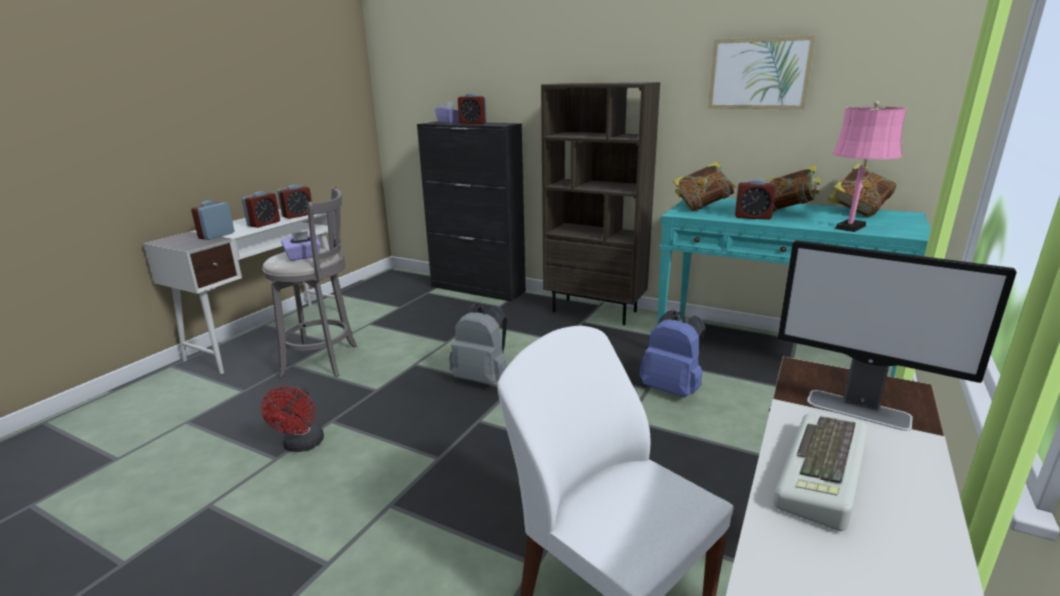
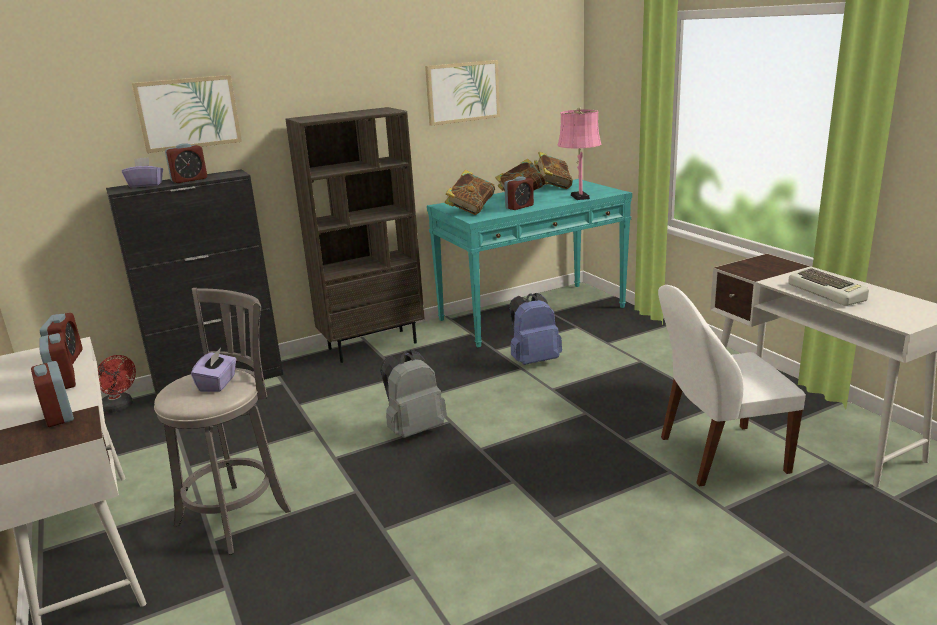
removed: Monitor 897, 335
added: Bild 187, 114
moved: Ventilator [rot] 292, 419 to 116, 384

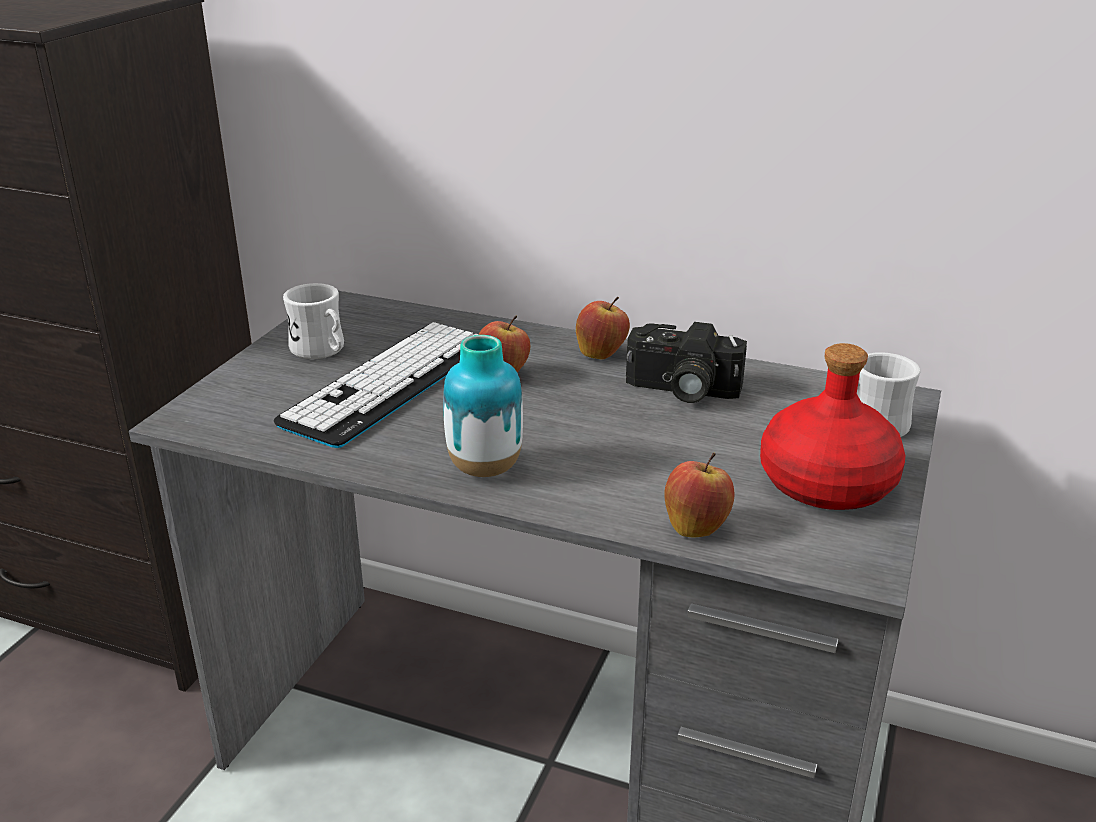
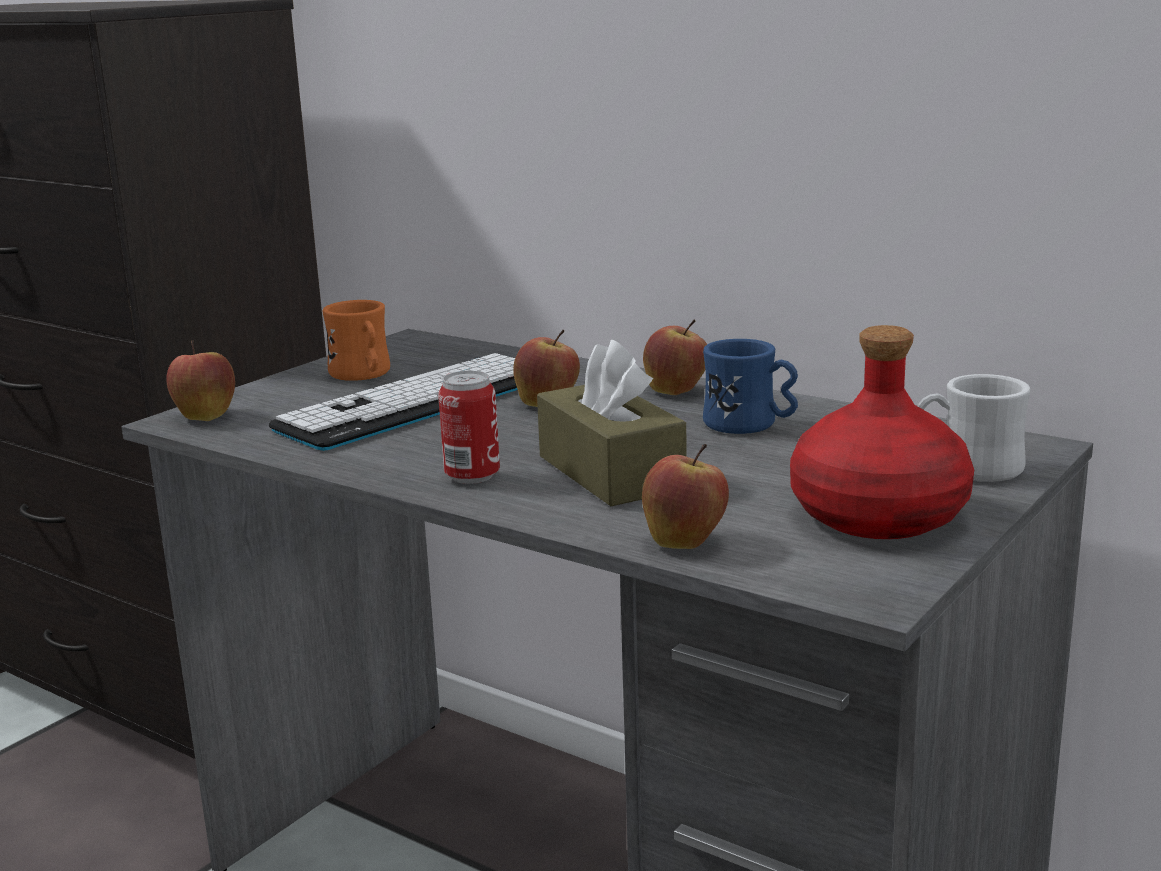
added: Apfel 200, 380; Taschentuchbox [braun] 612, 423
replaced: Vase 483, 406 to Dose 469, 427; Kamera 686, 362 to Henkelbecher [blau] 750, 386
recoloured: Henkelbecher [weiß] 313, 321 to Henkelbecher [orange] 356, 340

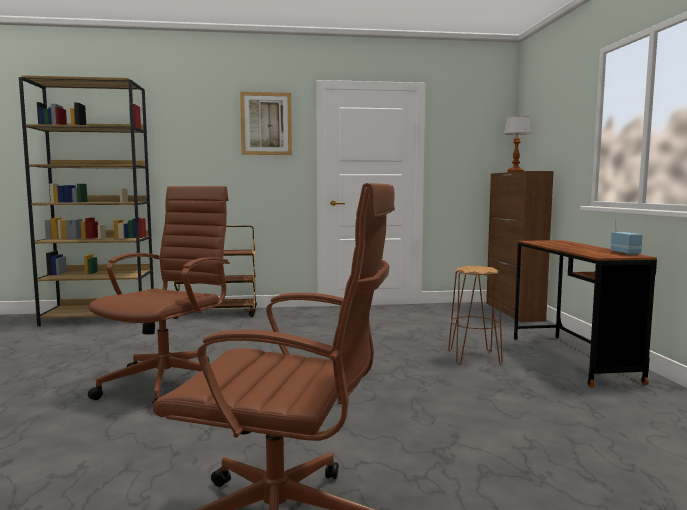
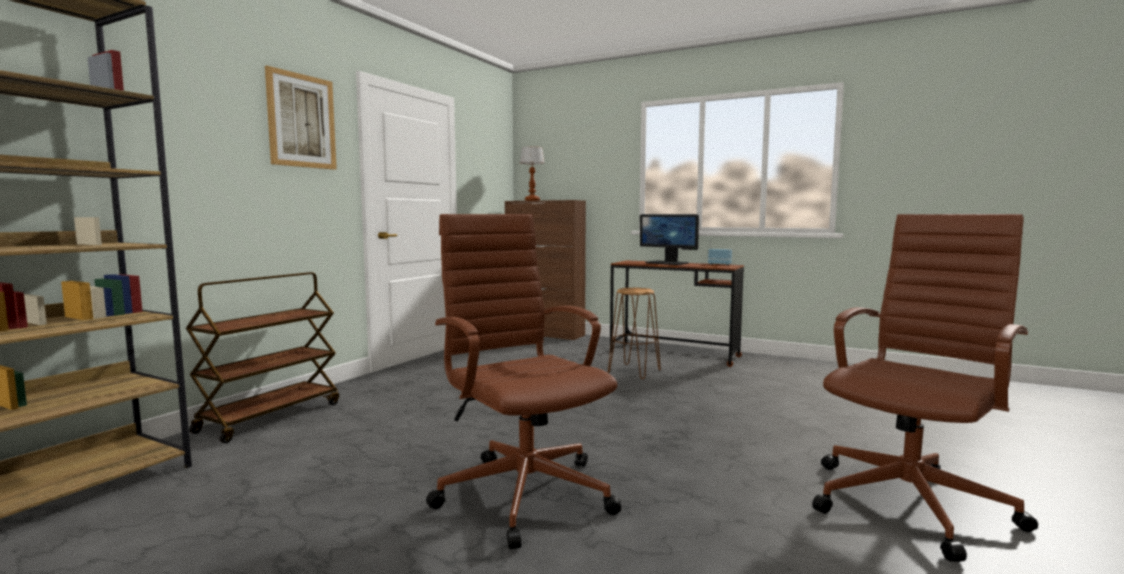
added: Monitor 669, 239

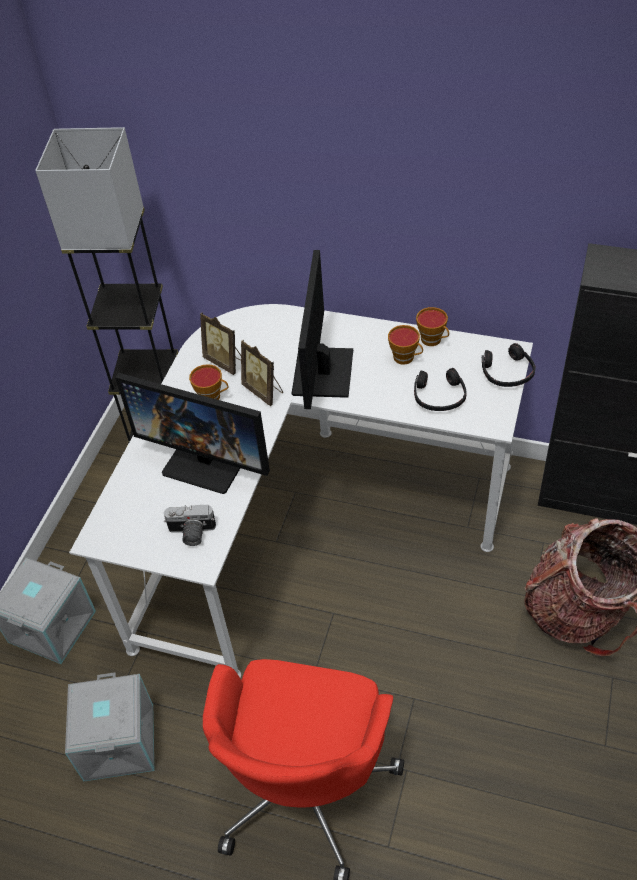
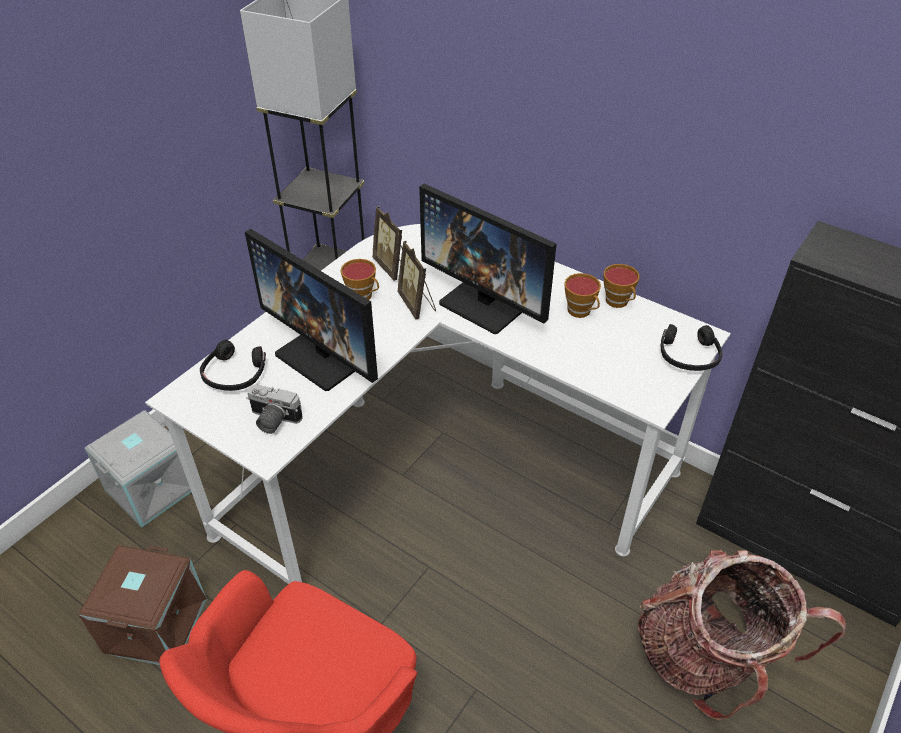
moved: Kopfhörer [schwarz] 440, 389 to 233, 365
recoloured: Aufbewahrungsbox [grau] 109, 727 to Aufbewahrungsbox [braun] 142, 605
turned: Monitor 322, 329 = 488, 259 75 degrees counterclockwise

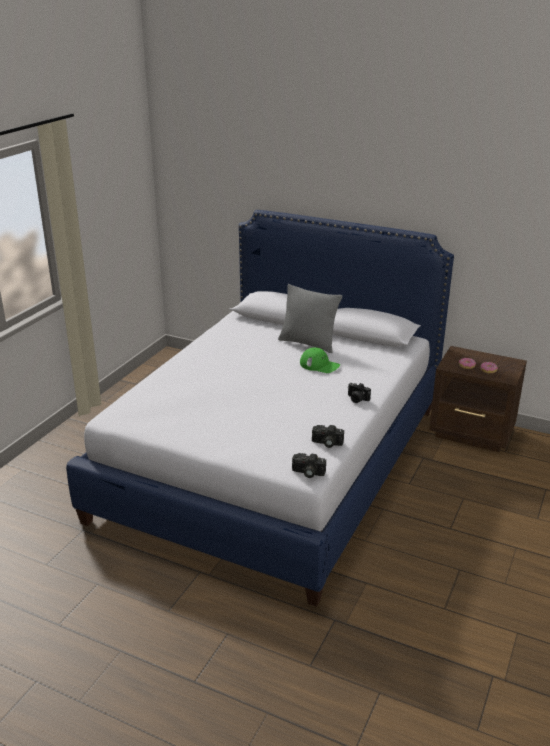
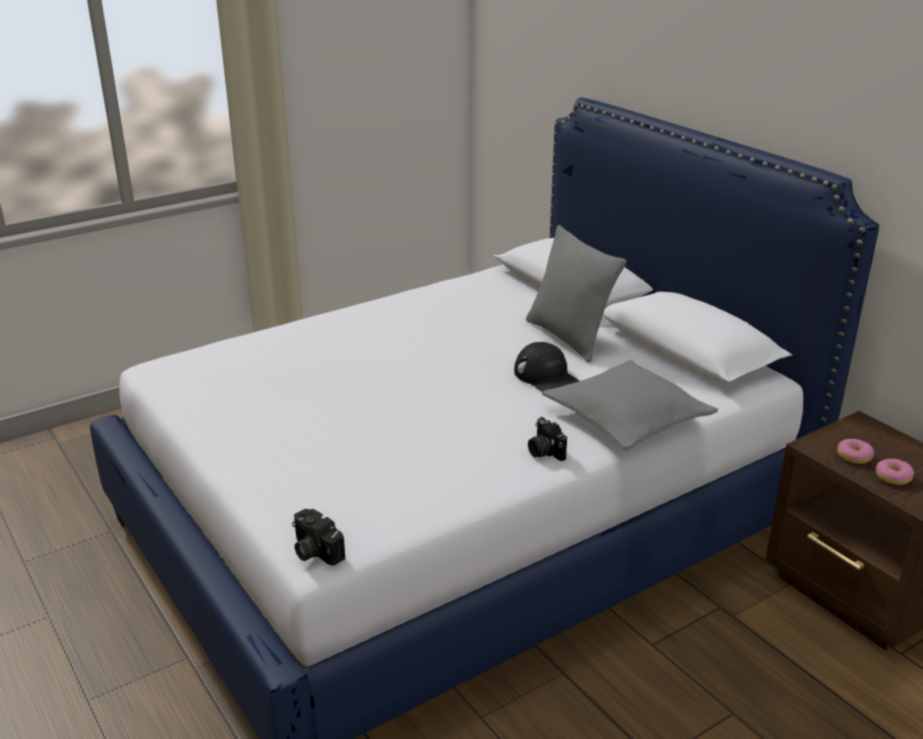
removed: Kamera 328, 436
added: Kissen [grau] 630, 405
recoloured: Kappe [grün] 320, 360 to Kappe [schwarz] 546, 367

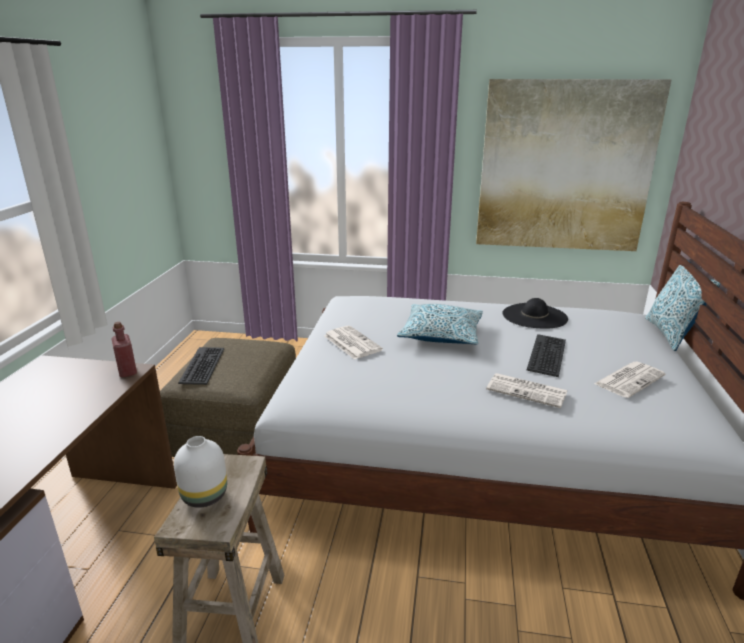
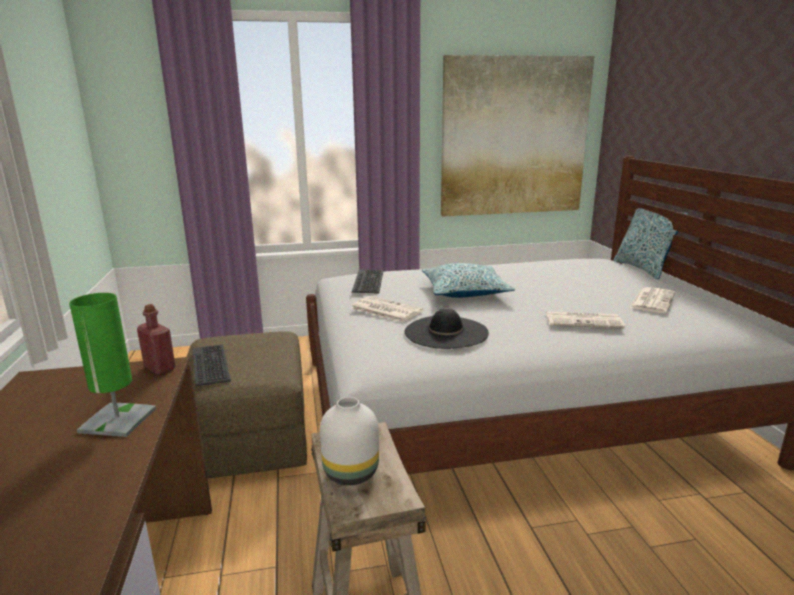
added: Tischlampe [grün] 112, 365
moved: Hut [schwarz] 535, 313 to 446, 328; Tastatur 546, 355 to 367, 281

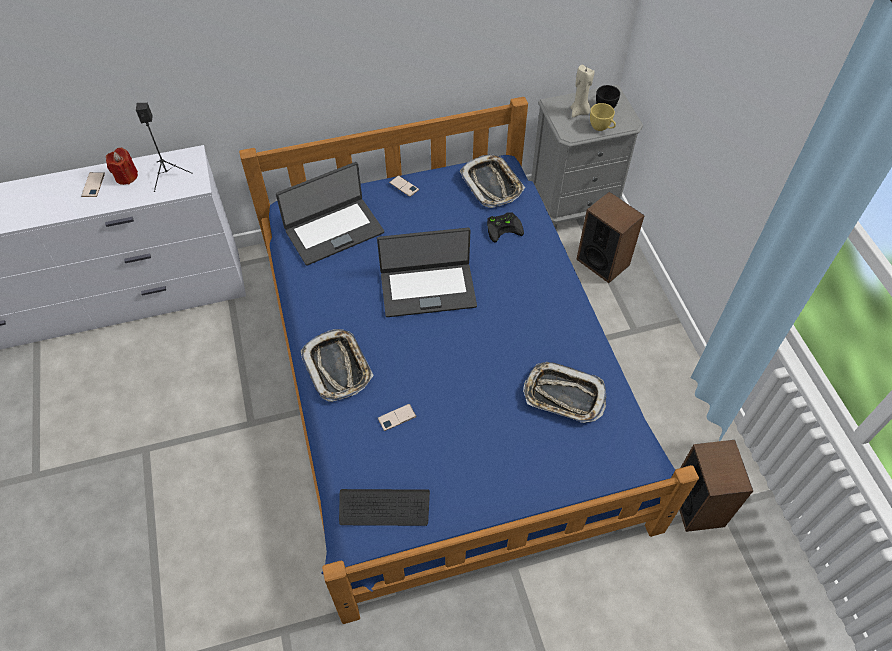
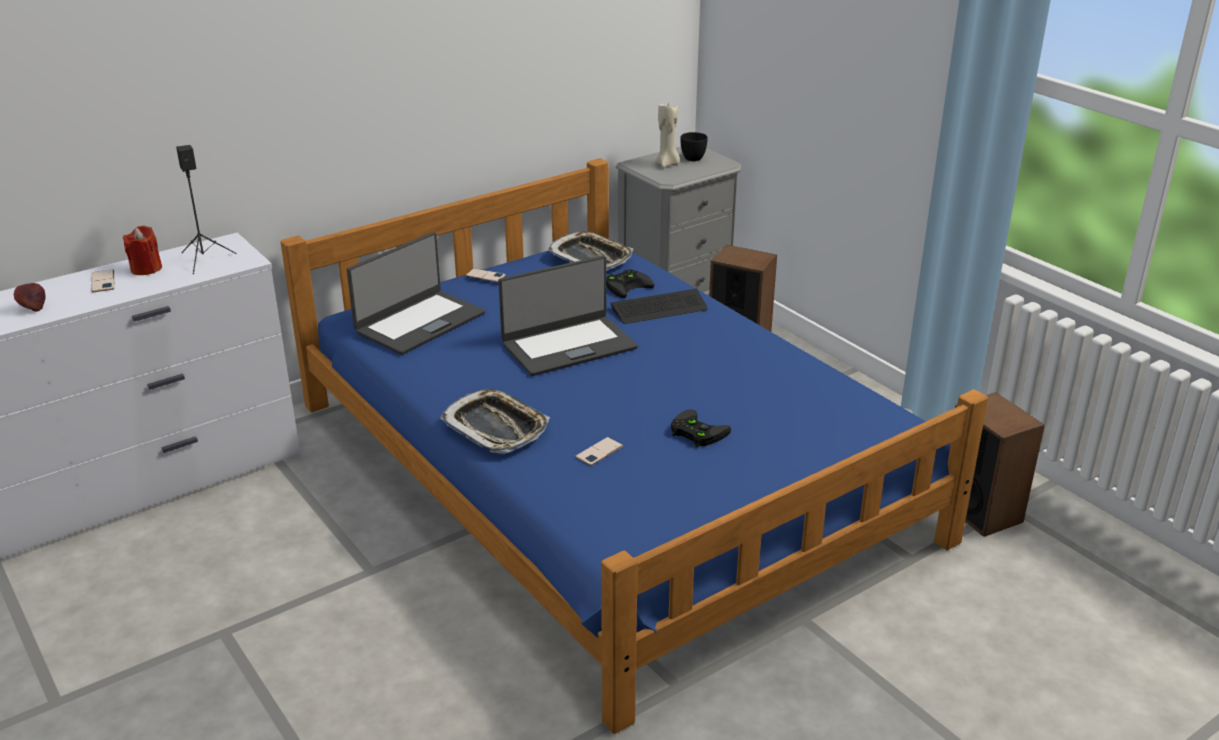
removed: Tablett 564, 392; Tasse [gelb] 603, 117
added: Apfel 29, 297; Gamepad [schwarz] 701, 428
moved: Tastatur 384, 507 to 659, 306

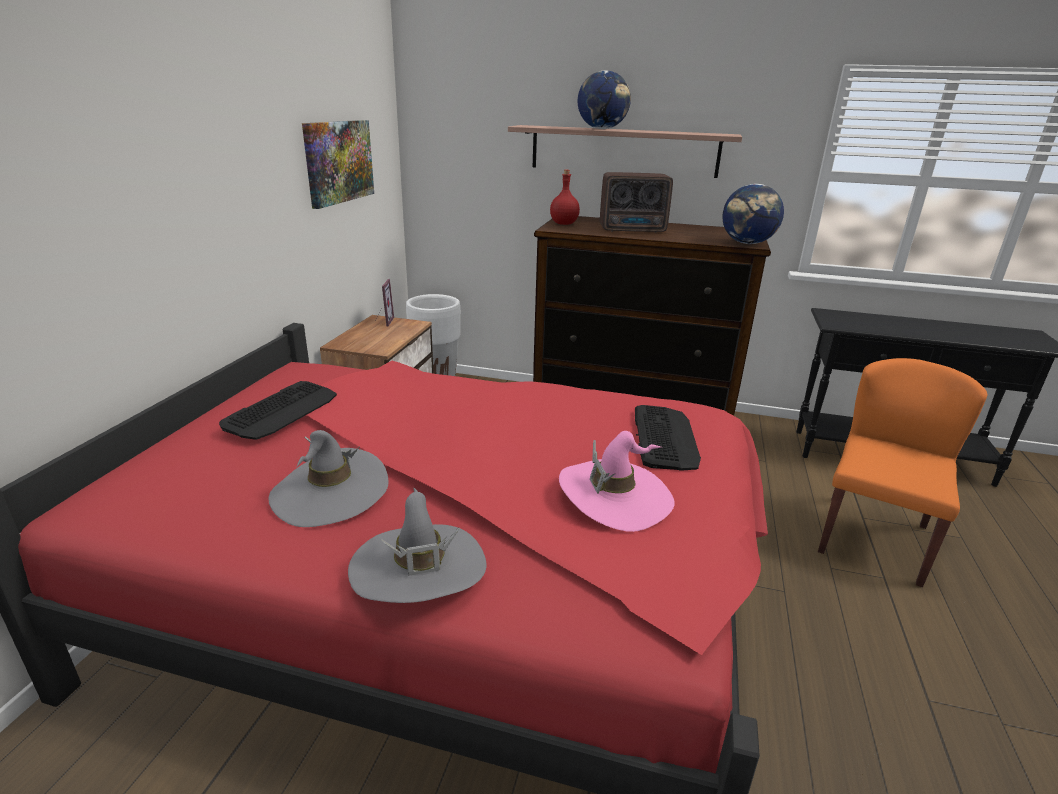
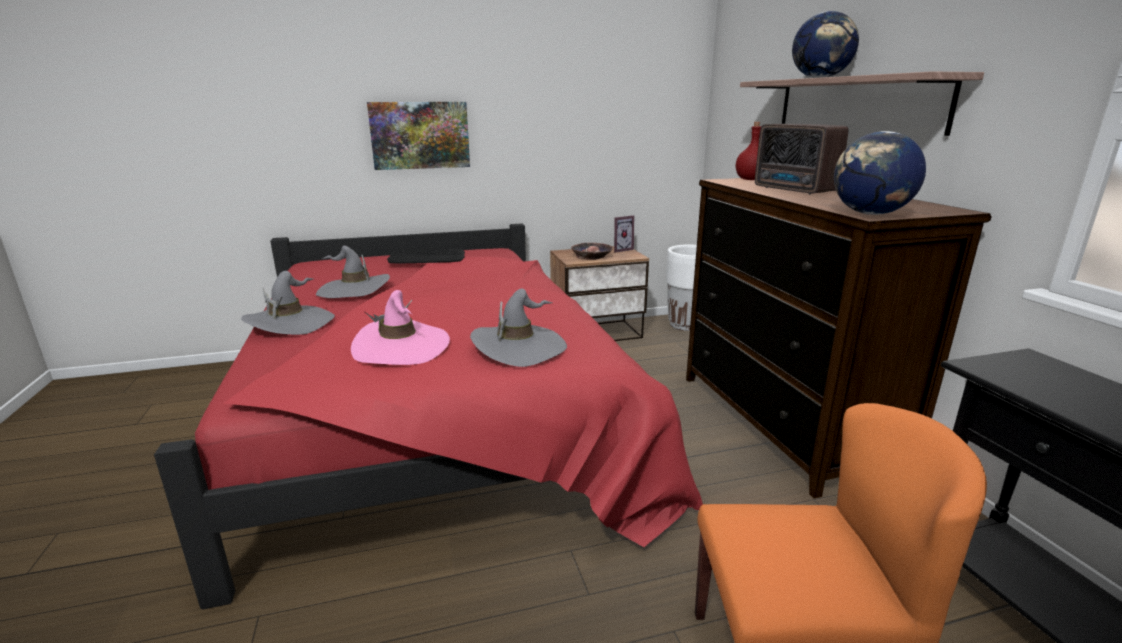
added: Schüssel 592, 251
moved: Bild 338, 164 to 418, 136
replaced: Tastatur 668, 438 to Hut [grau] 518, 328

